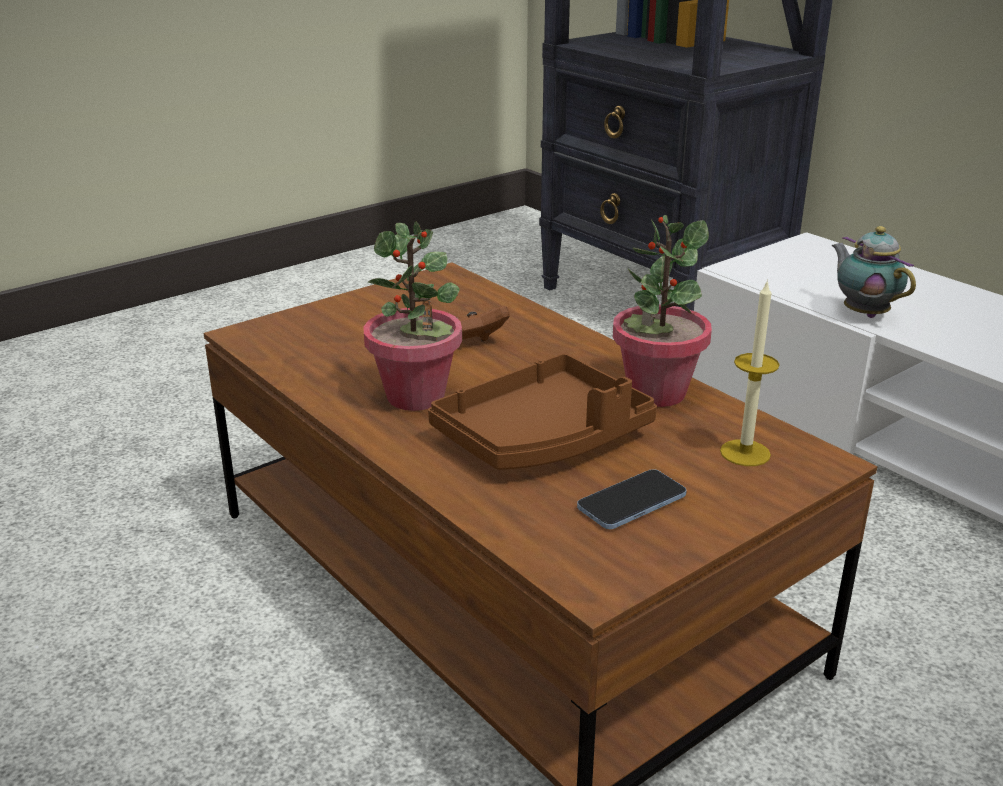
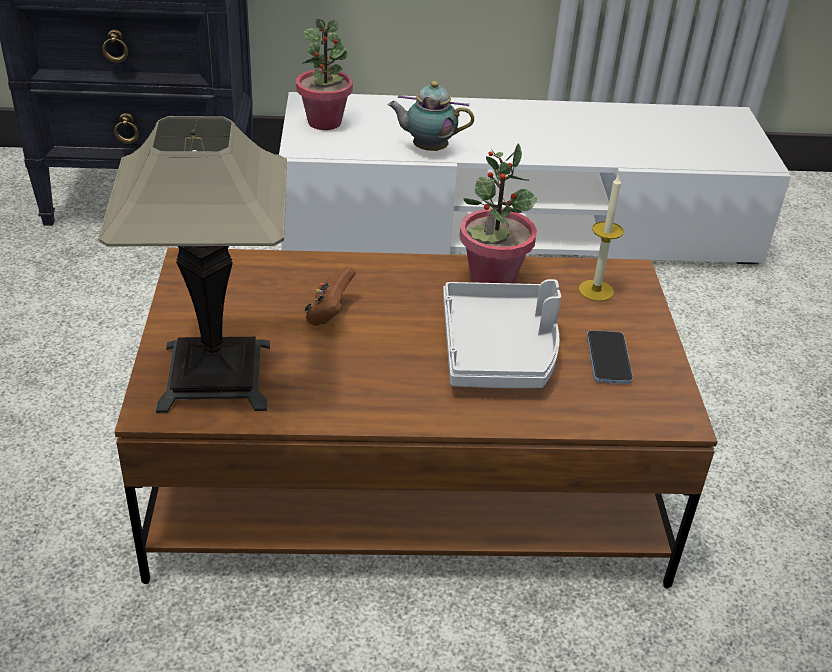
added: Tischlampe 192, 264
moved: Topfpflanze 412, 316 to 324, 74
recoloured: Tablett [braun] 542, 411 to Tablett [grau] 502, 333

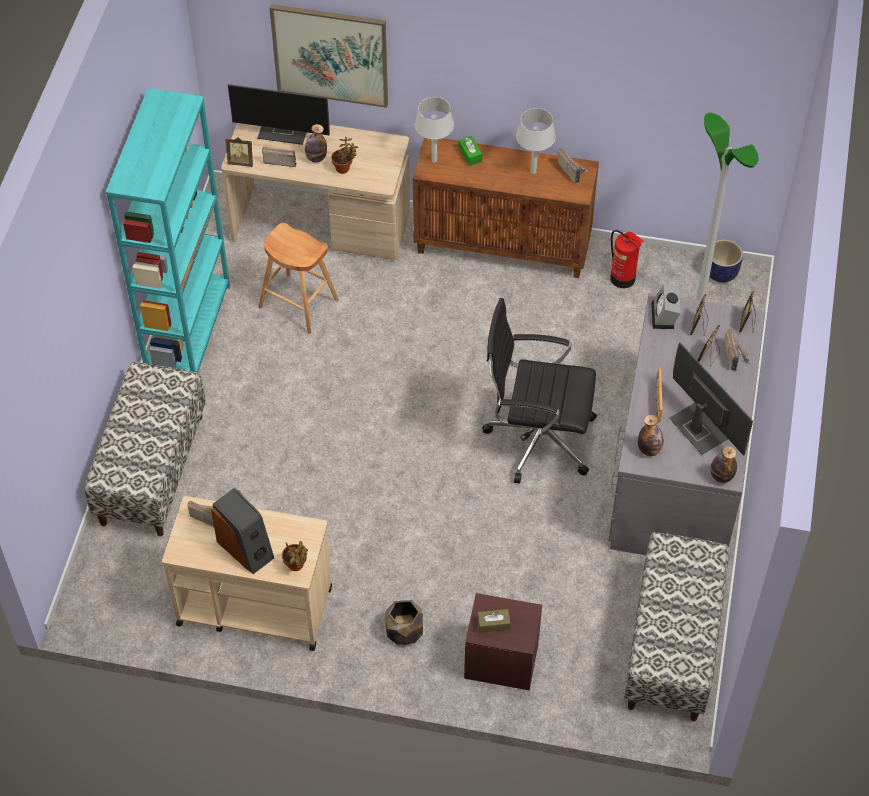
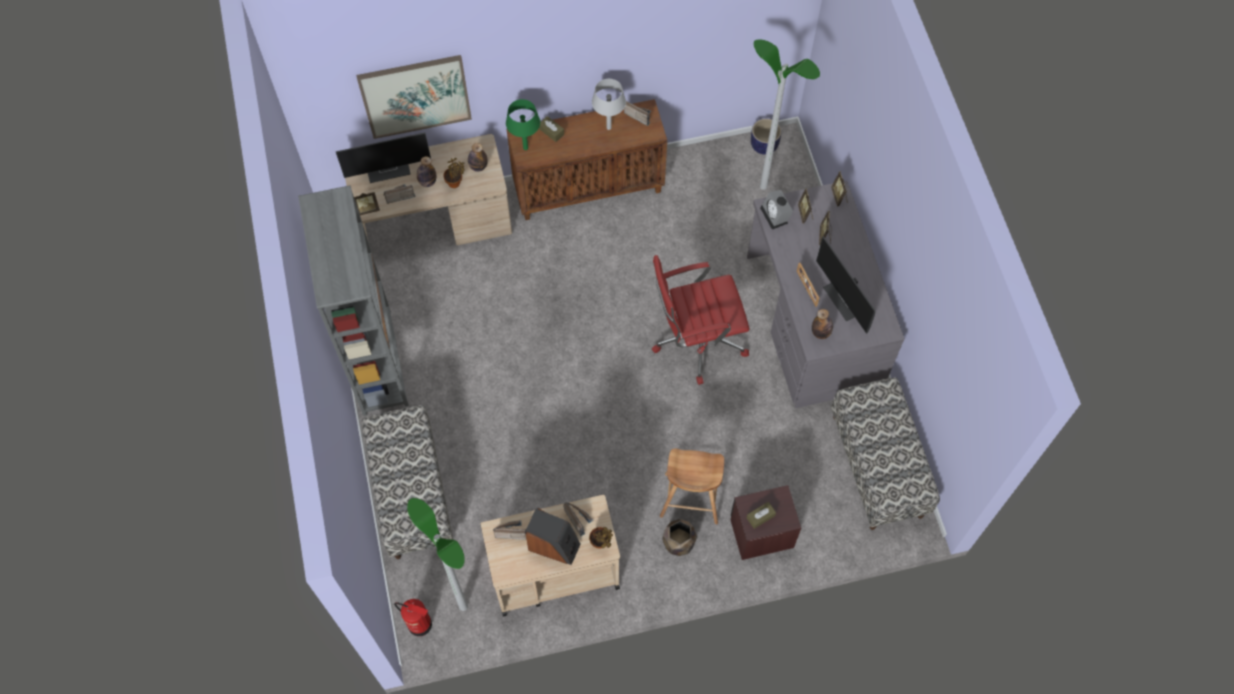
added: Stehlampe 437, 554
moved: Hocker [braun] 299, 278 to 692, 486; Feuerlöscher 627, 259 to 413, 617; Flasche 723, 464 to 478, 157; Radio 737, 350 to 578, 519
recoloured: Bücherregal [türkis] 168, 230 to Bücherregal [grau] 353, 300; Tischlampe [grau] 434, 130 to Tischlampe [grün] 523, 124; Taschentuchbox [grün] 470, 151 to Taschentuchbox [braun] 551, 129; Bürostuhl [schwarz] 539, 391 to Bürostuhl [rot] 700, 320
turned: Monitor 711, 399 = 846, 285 150 degrees counterclockwise

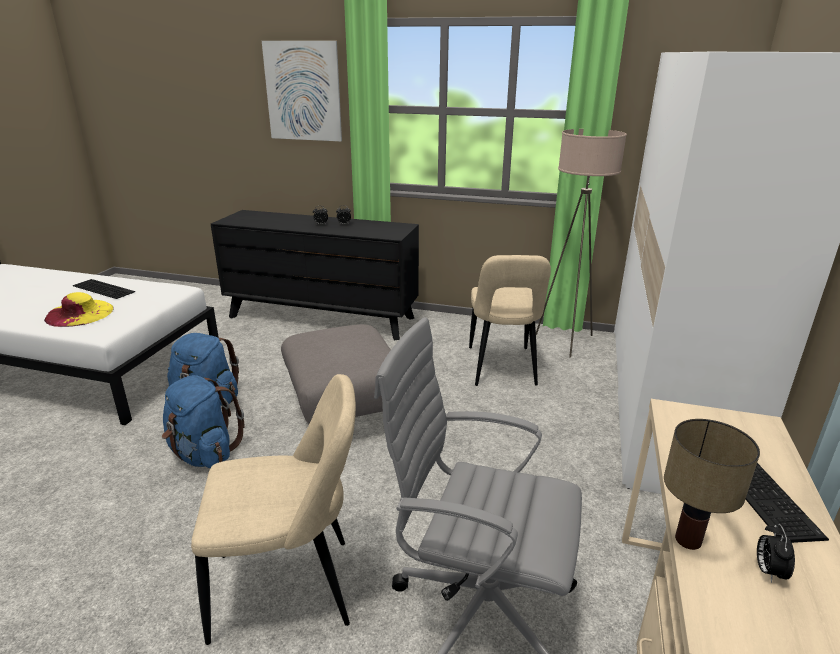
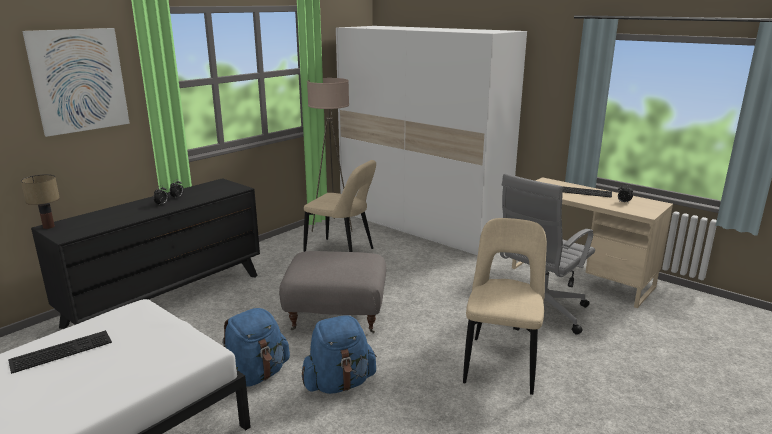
removed: Hut [gelb] 79, 309
moved: Tischlampe 712, 484 to 40, 201

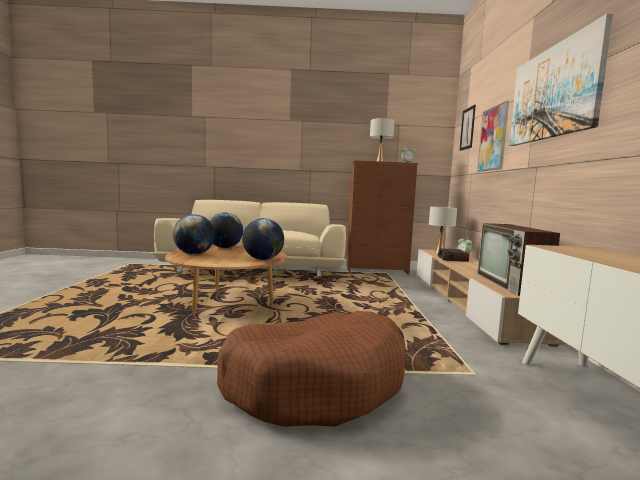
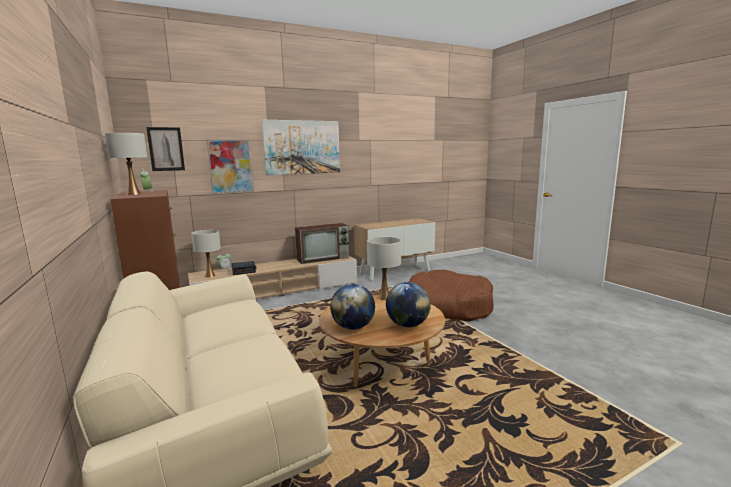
replaced: Globus 263, 239 to Tischlampe [weiß] 384, 268

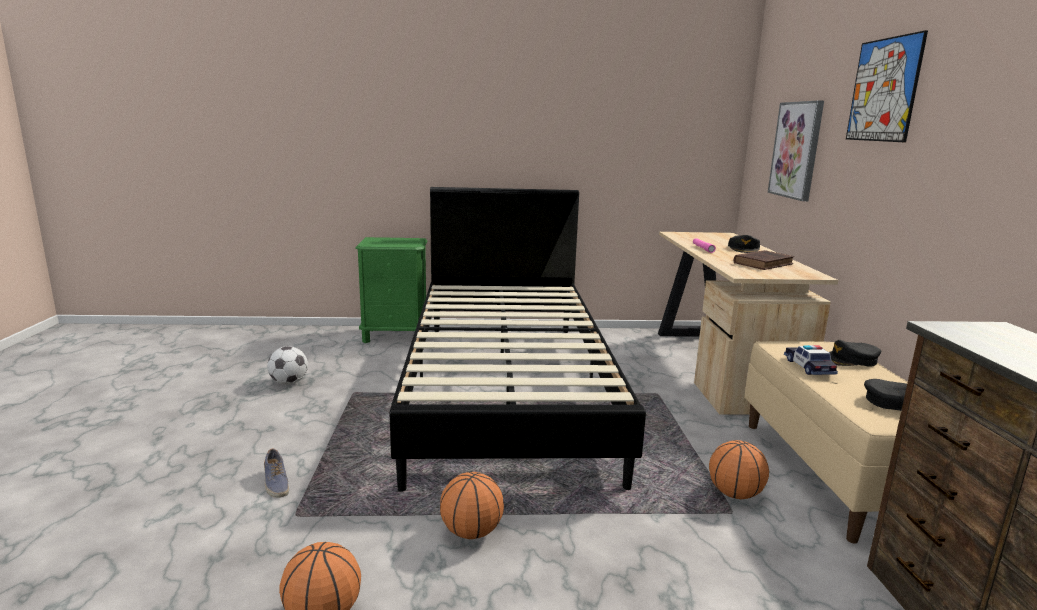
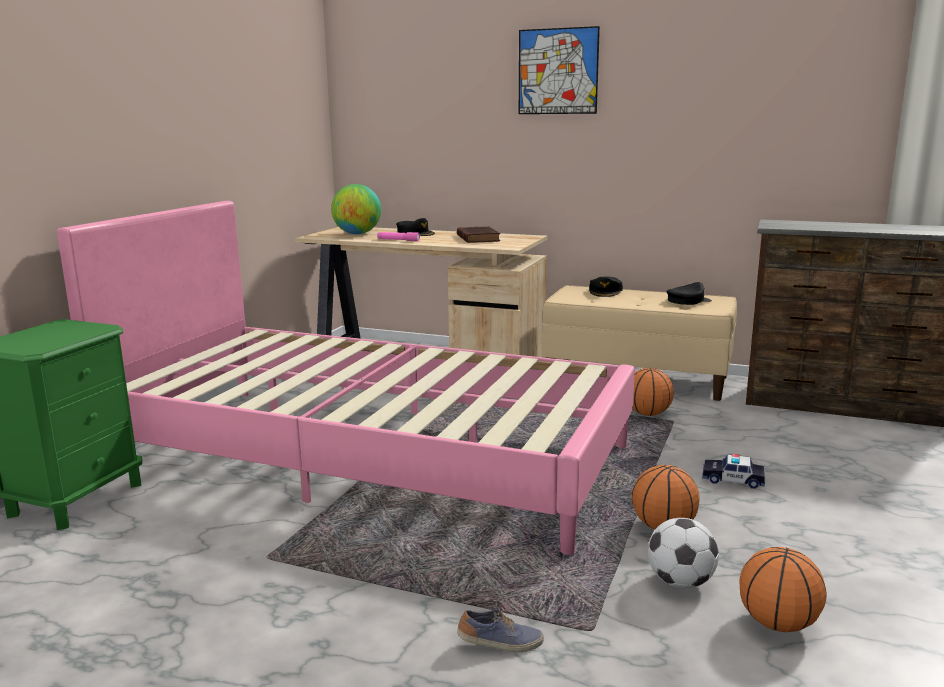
removed: Bild 796, 150
added: Globus 356, 209
moved: Fußball 287, 365 to 683, 553; Spielzeugauto 811, 360 to 733, 471
recoloured: Bett [schwarz] 518, 339 to Bett [rosa] 346, 378

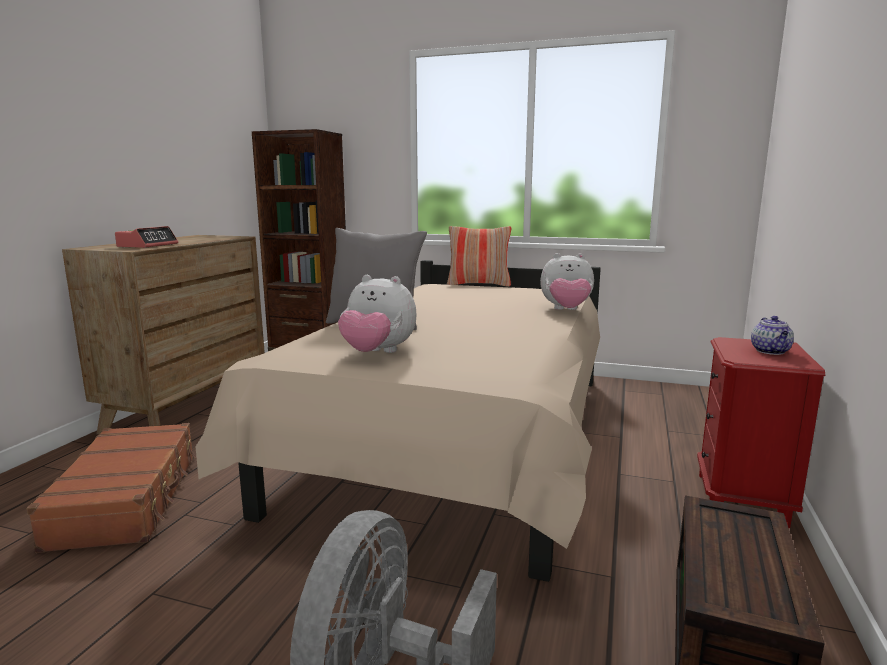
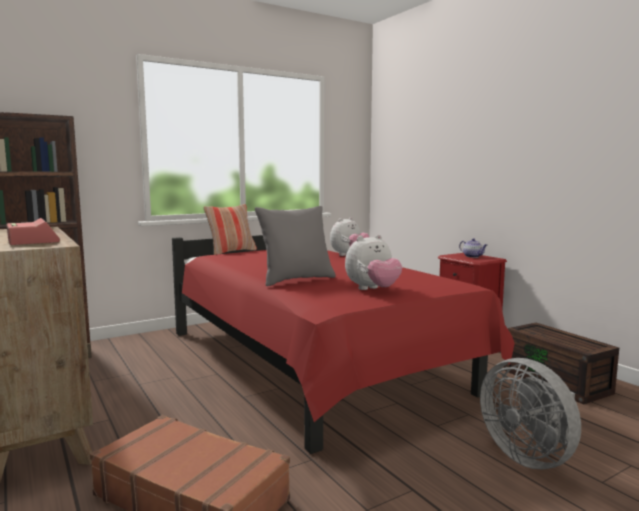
recoloured: Bett [beige] 398, 421 to Bett [rot] 343, 344

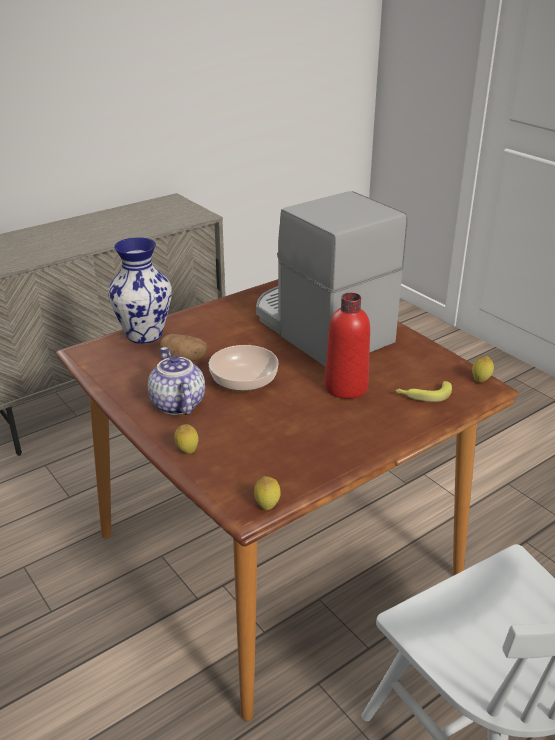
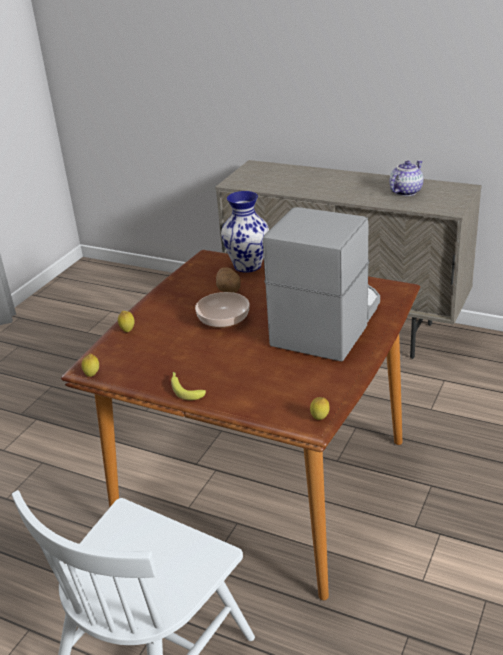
removed: Flasche [rot] 347, 346
moved: Teekanne 176, 381 to 406, 178; Banane 424, 391 to 188, 386

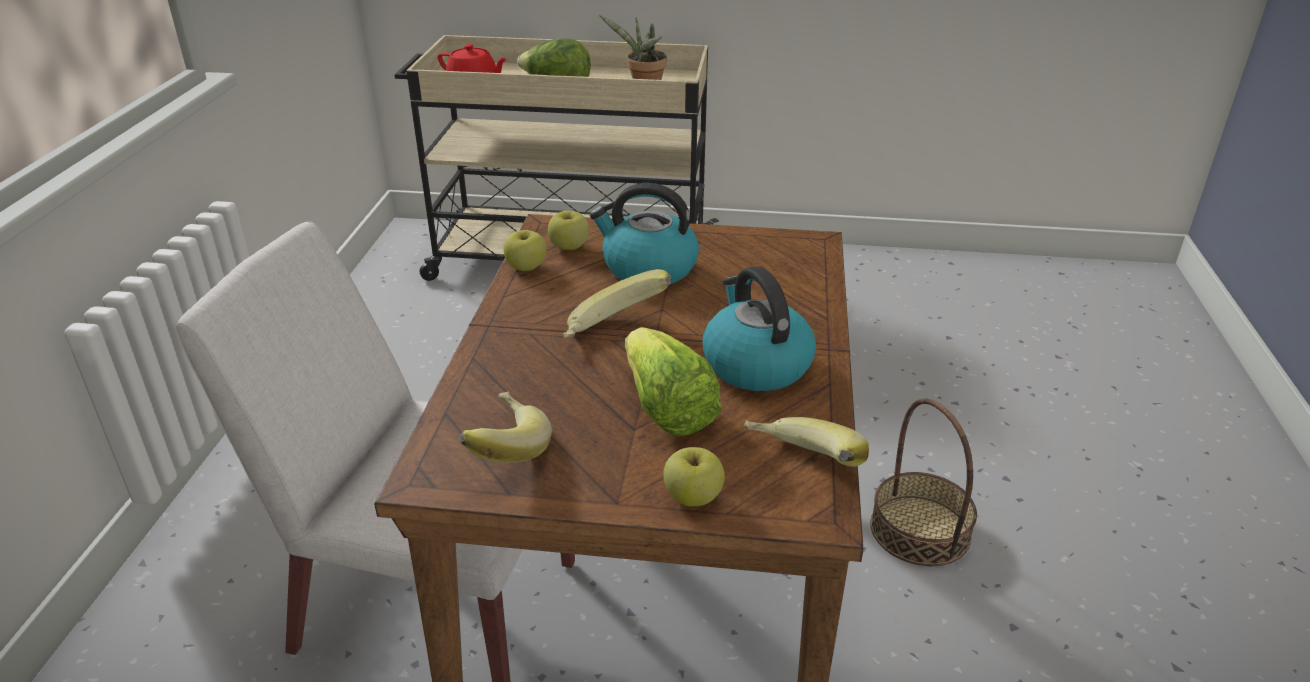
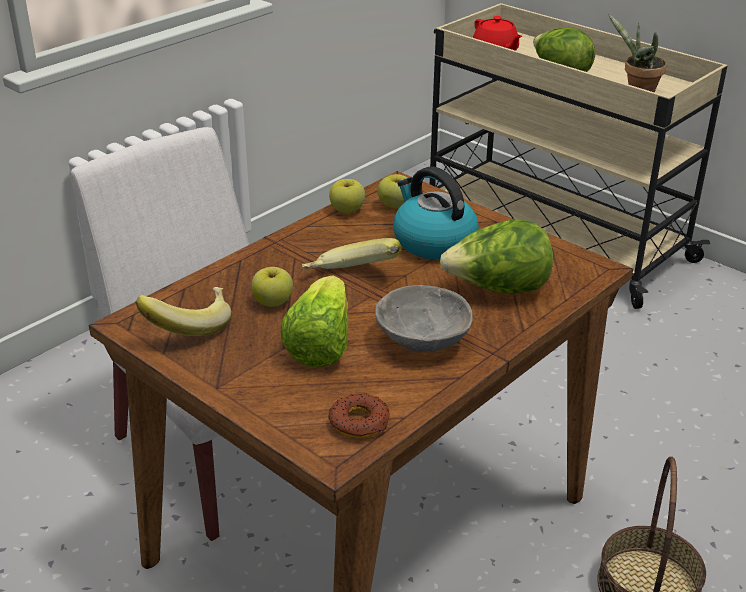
added: Salatkopf 496, 257
moved: Apfel 694, 476 to 272, 287
replaced: Wasserkessel 759, 328 to Schüssel [grau] 424, 318; Banane 806, 442 to Donut 359, 416

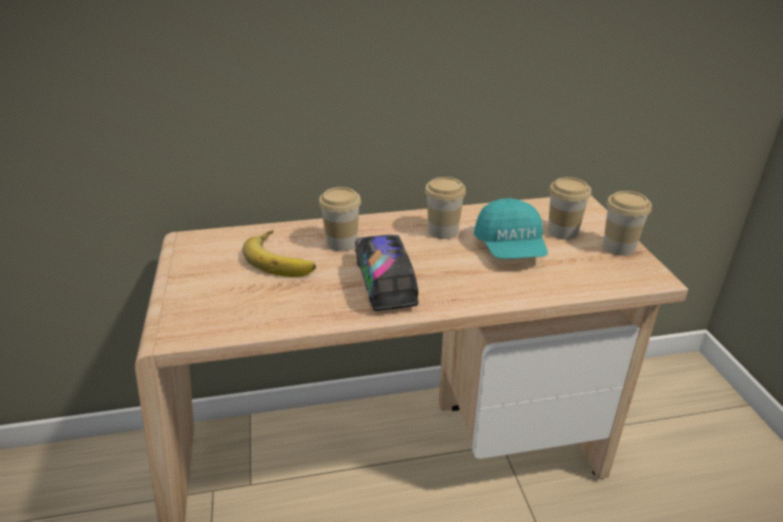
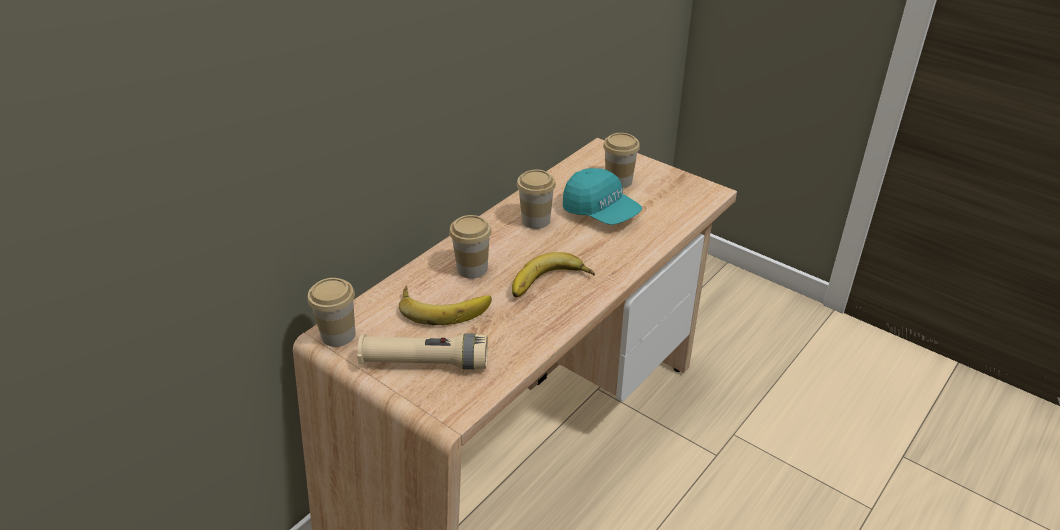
added: Taschenlampe [beige] 422, 351
moved: Tasse 627, 223 to 331, 312
replaced: Spielzeuglaster 387, 273 to Banane 553, 274

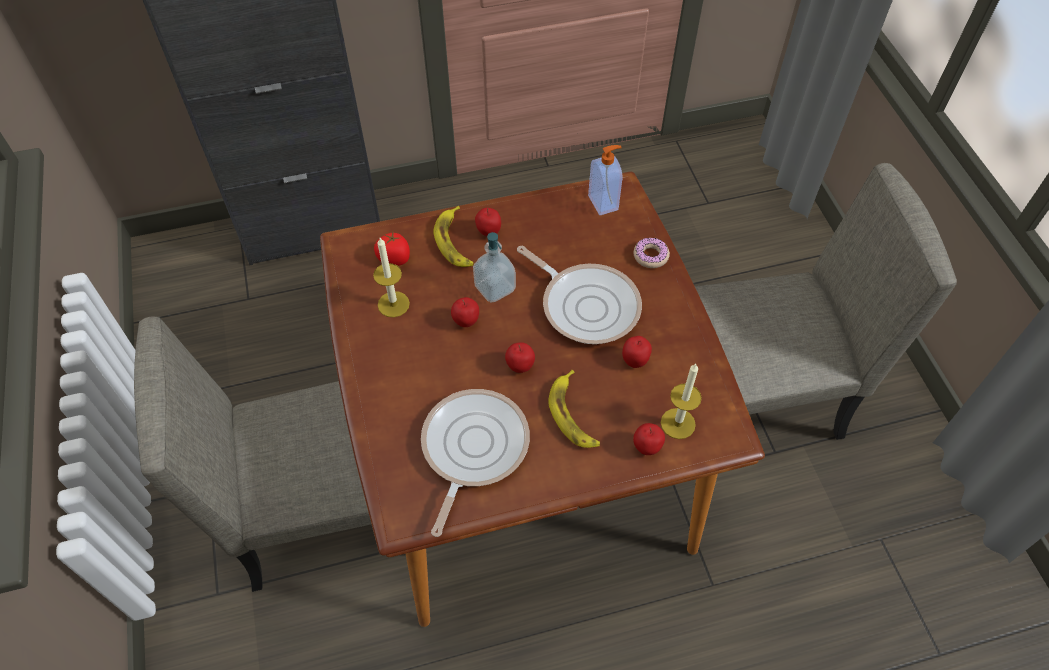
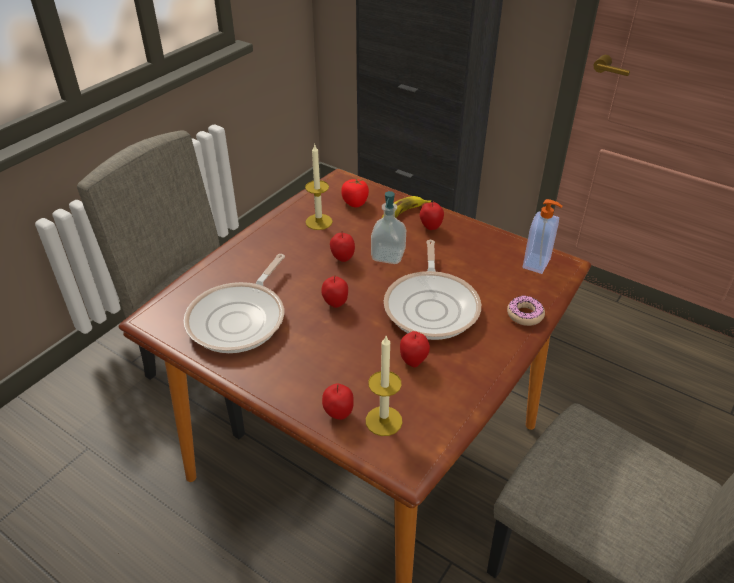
removed: Banane 574, 409
turned: Pfanne 475, 463 = 234, 303 135 degrees clockwise

